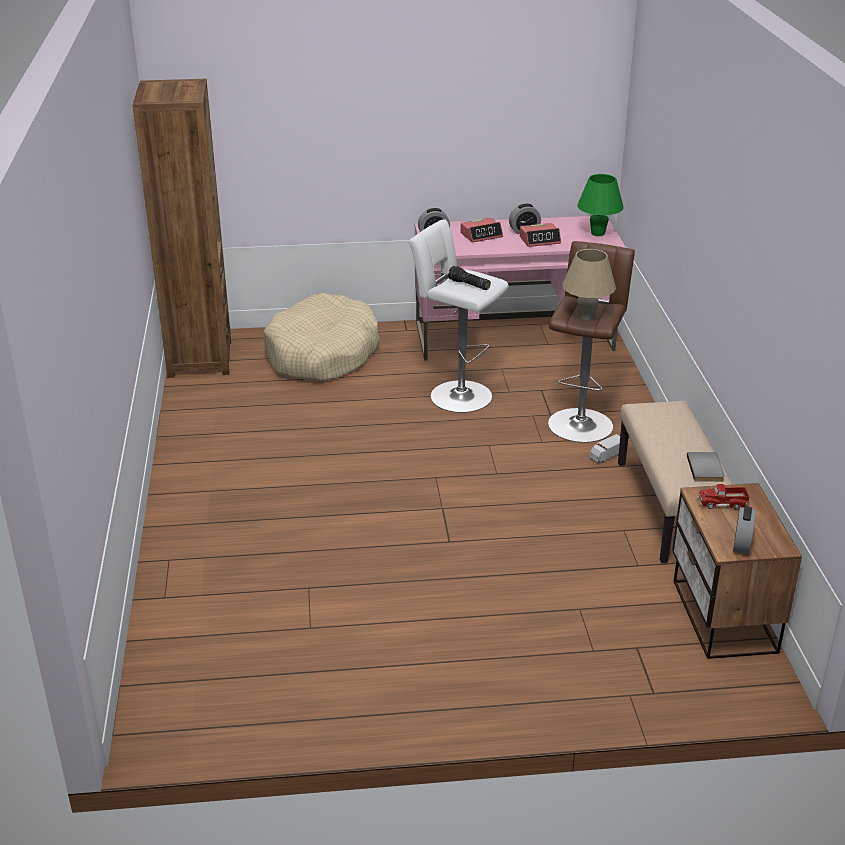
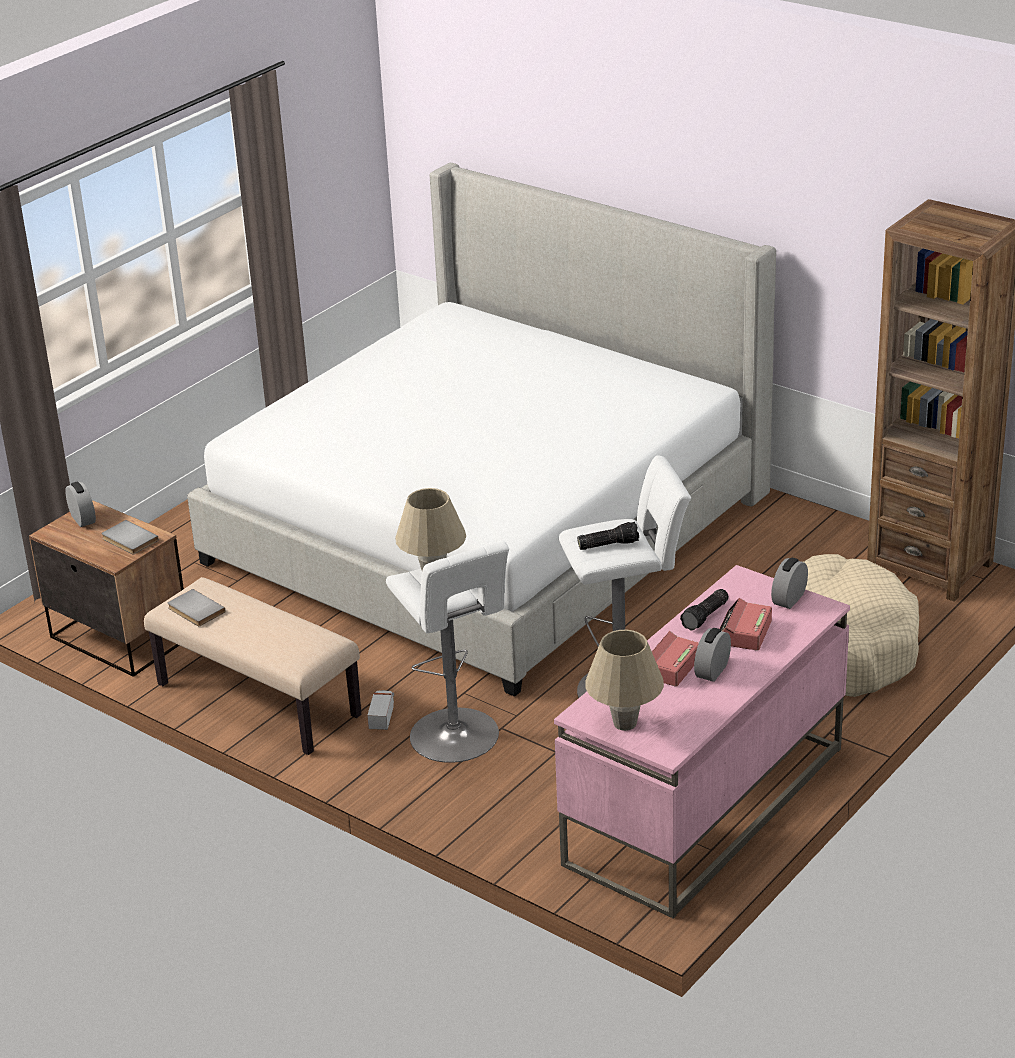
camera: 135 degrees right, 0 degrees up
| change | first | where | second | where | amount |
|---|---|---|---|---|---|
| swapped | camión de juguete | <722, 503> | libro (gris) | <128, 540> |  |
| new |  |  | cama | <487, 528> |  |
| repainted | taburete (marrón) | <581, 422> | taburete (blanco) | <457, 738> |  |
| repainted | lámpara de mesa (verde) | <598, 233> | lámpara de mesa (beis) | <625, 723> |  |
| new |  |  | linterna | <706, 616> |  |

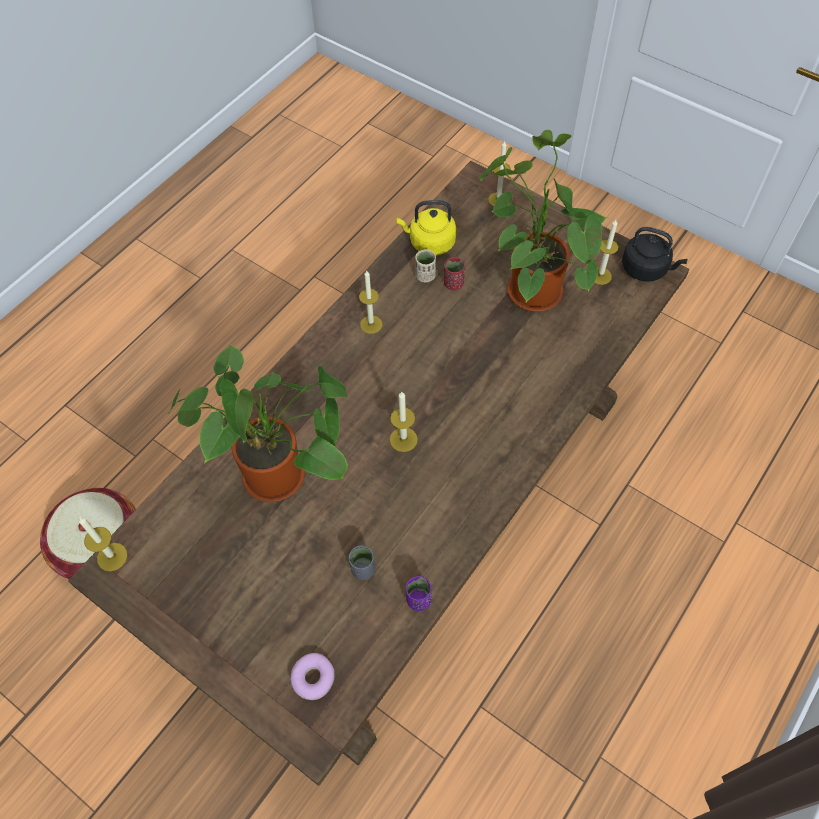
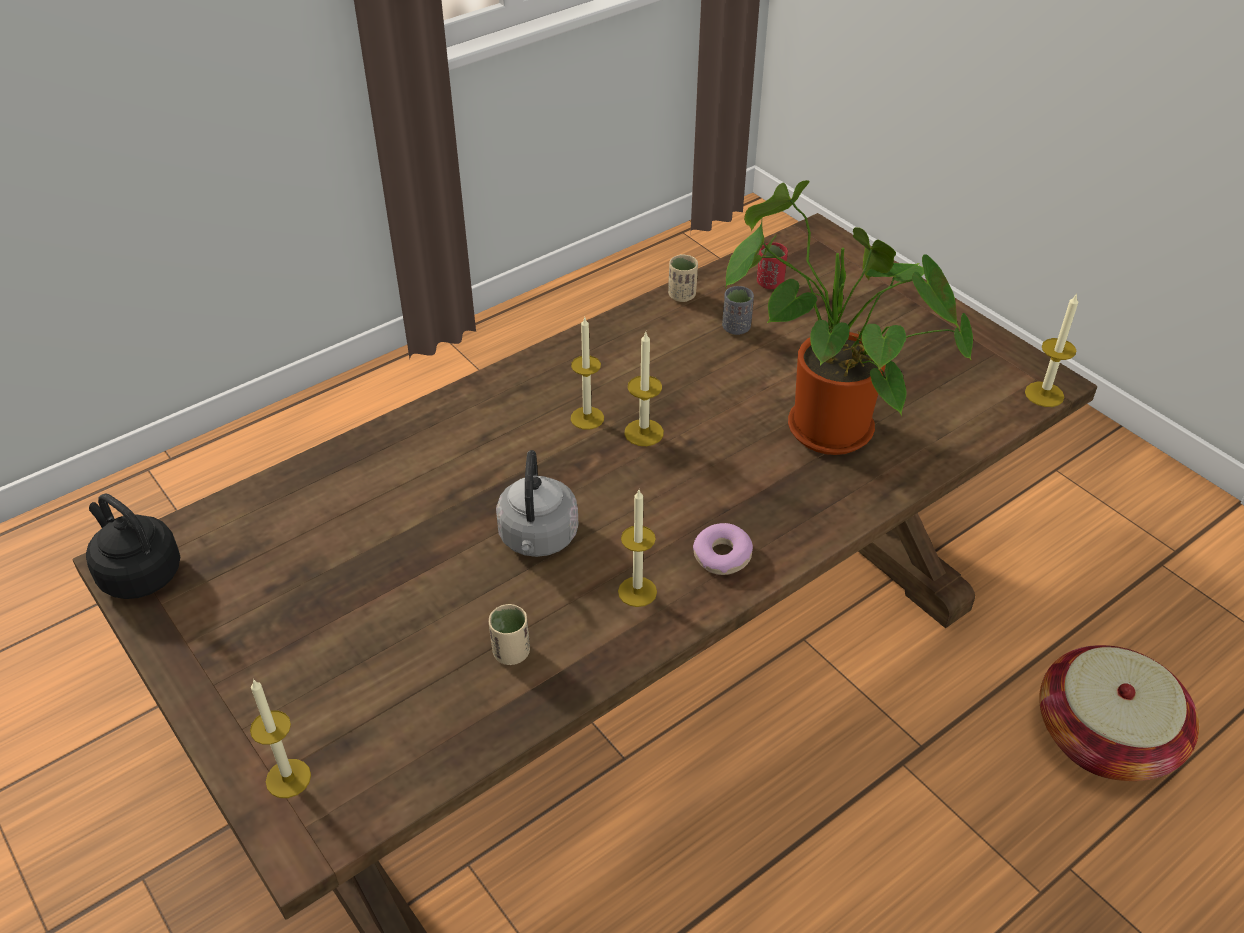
camera: 165 degrees left, 15 degrees down
| change | first | where | second | where | amount |
|---|---|---|---|---|---|
| new |  |  | hervidor (gris) | <538, 539> |  |
| shifted | vela | <600, 276> |  | <587, 418> |  |
| repainted | taza (morado) | <418, 600> | taza (beis) | <682, 295> |  |
| shifted | rosquilla | <313, 678> |  | <722, 556> |  |
| shifted | taza (rojo) | <453, 284> |  | <770, 283> |  |
| gone | hervidor (amarillo) | <429, 243> |  |  |  |
| gone | planta en maceta | <529, 289> |  |  |  |

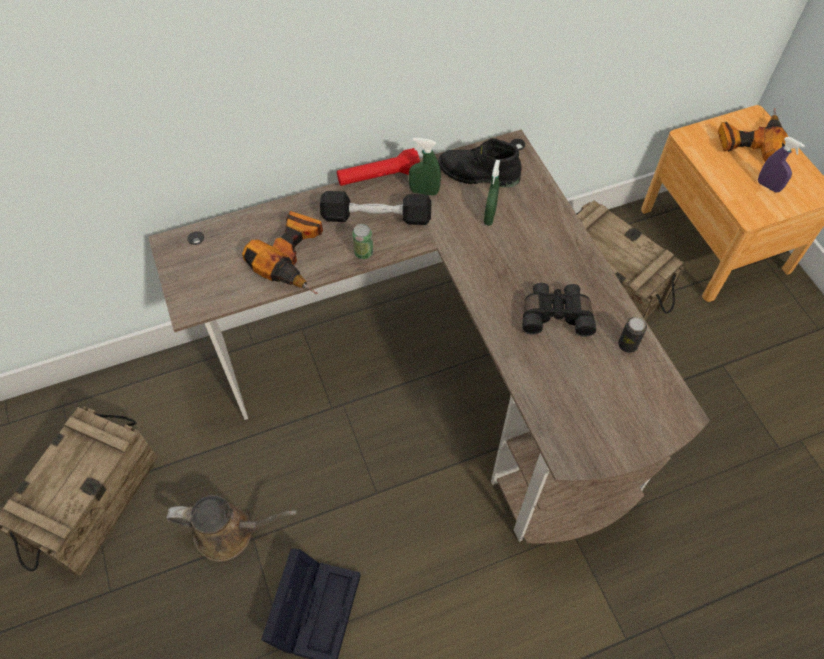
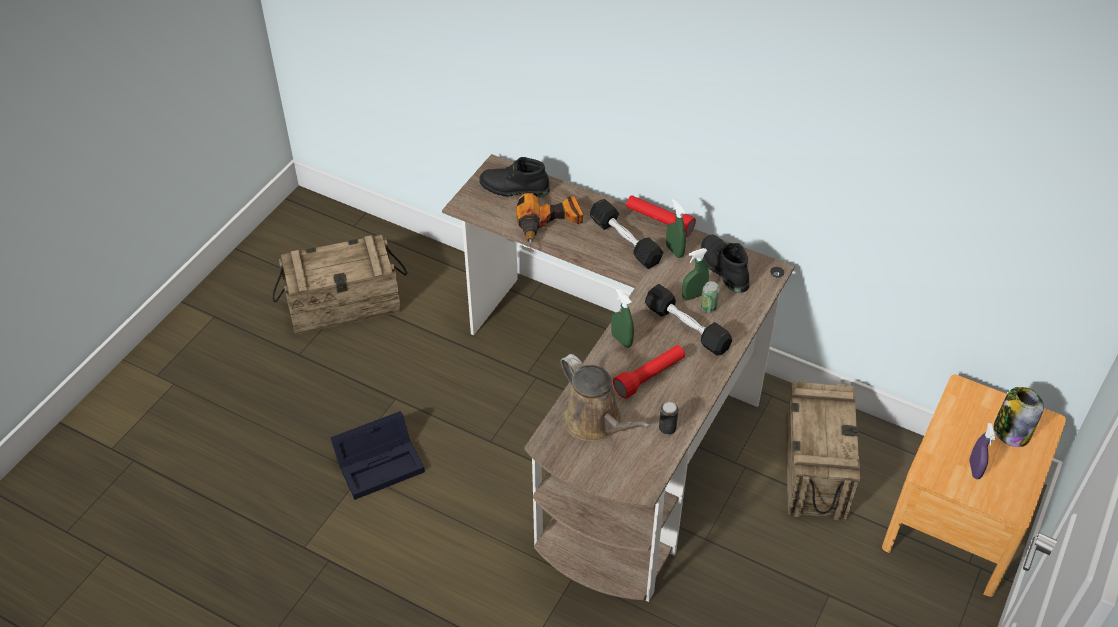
camera: 50 degrees right, 10 degrees down
| change | first | where | second | where | amount |
|---|---|---|---|---|---|
| new |  |  | bota (negro) | <514, 189> |  |
| shifted | regadera (marrón) | <230, 532> |  | <596, 422> |  |
| new |  |  | pulverizador (verde) | <621, 340> |  |
| swapped | prismáticos (negro) | <556, 314> | linterna (rojo) | <650, 377> |  |
| new |  |  | mancuerna (negro) | <686, 328> |  |
| shifted | lata | <363, 253> |  | <708, 307> |  |
| swapped | taladro | <749, 141> | tarro | <1011, 431> |  |

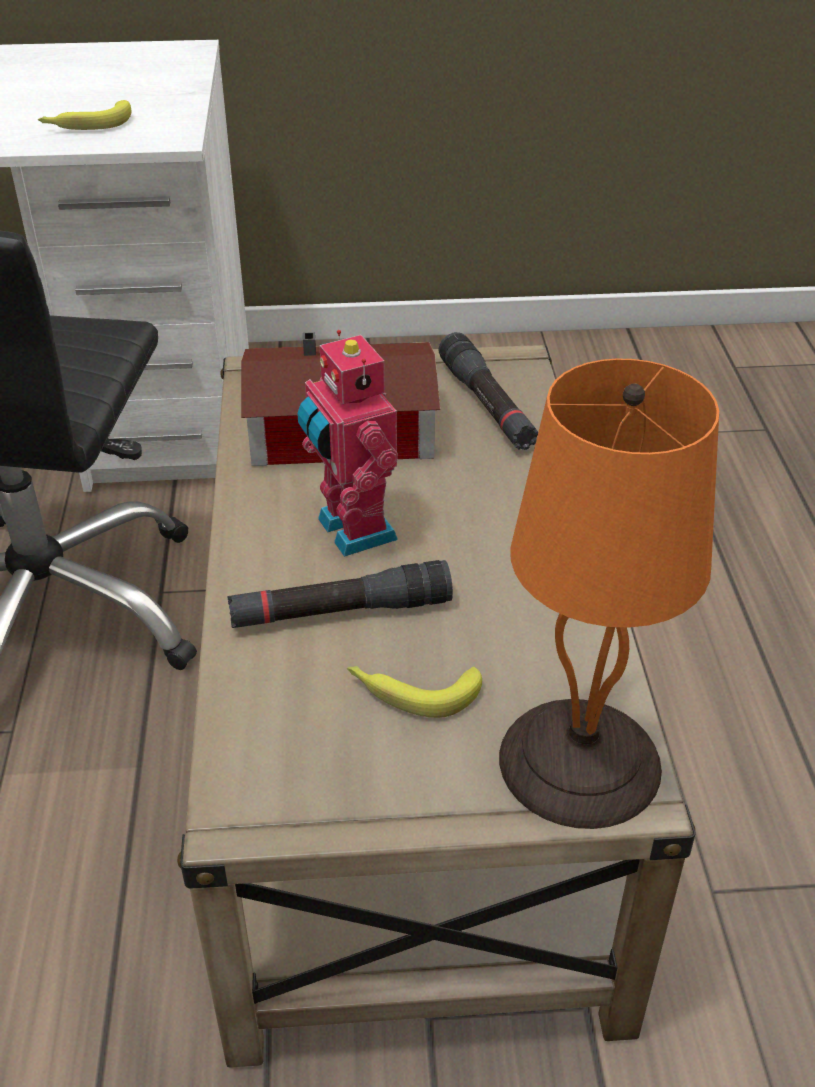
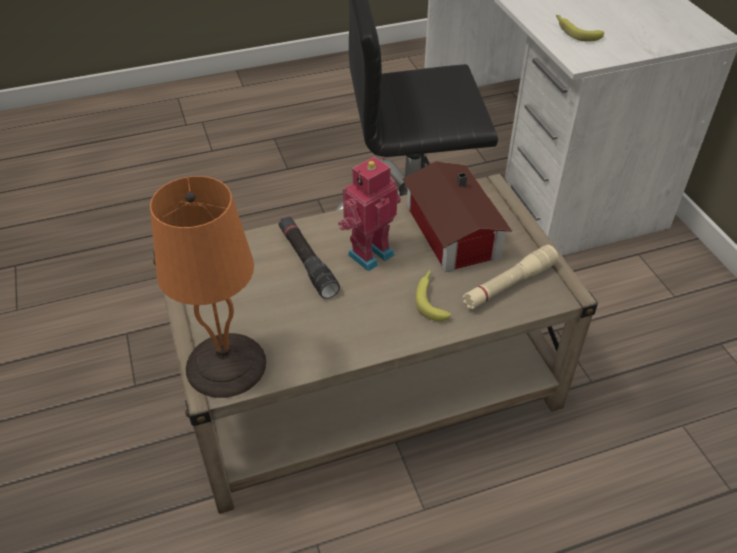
camera: 75 degrees right, 5 degrees up
| change | first | where | second | where | amount |
|---|---|---|---|---|---|
| shifted | plátano | <412, 691> |  | <431, 298> |  |
| repainted | linterna (negro) | <487, 405> | linterna (beis) | <509, 285> |  |

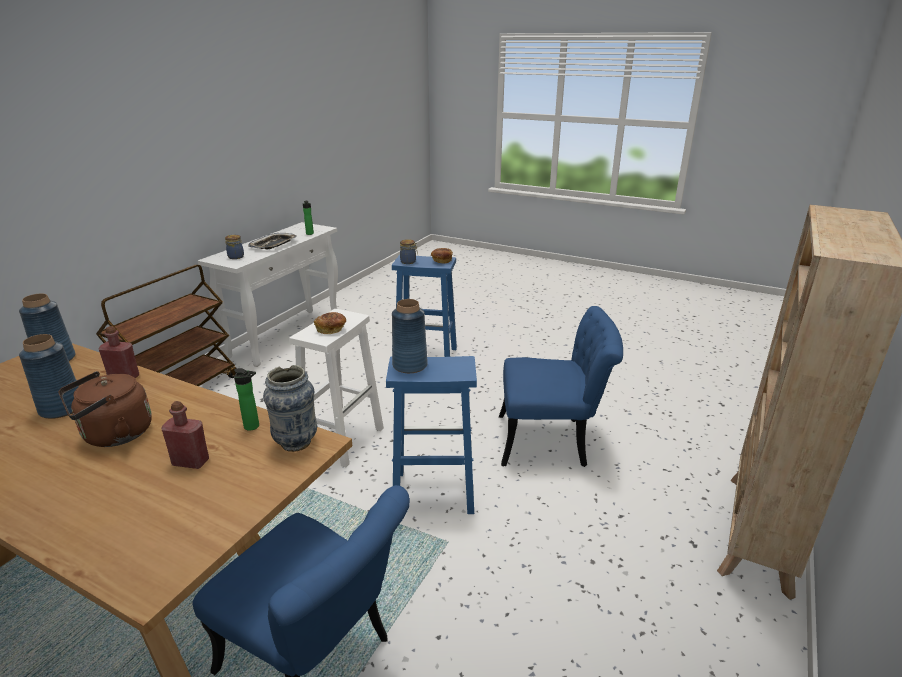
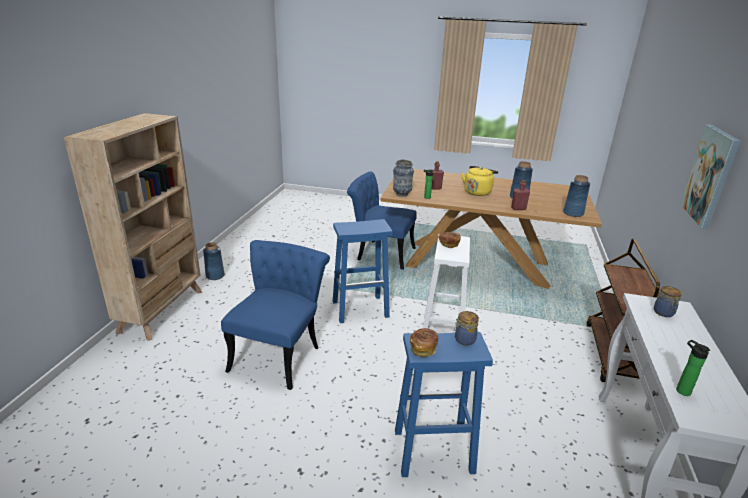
camera: 165 degrees right, 0 degrees up
| change | first | where | second | where | amount |
|---|---|---|---|---|---|
| shifted | florero (azul) | <409, 365> |  | <215, 276> |  |
| rotated | silla (azul) | <552, 441> |  | <280, 353> | 120 degrees clockwise |
| repainted | hervidor (marrón) | <114, 435> | hervidor (amarillo) | <477, 192> |  |
| new |  |  | cuadro | <710, 175> |  |
| gone | bandeja | <273, 245> |  |  |  |

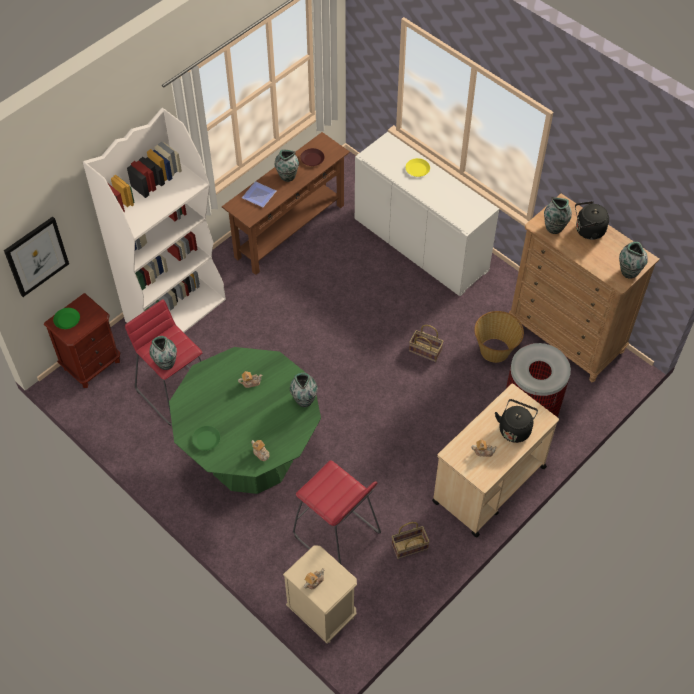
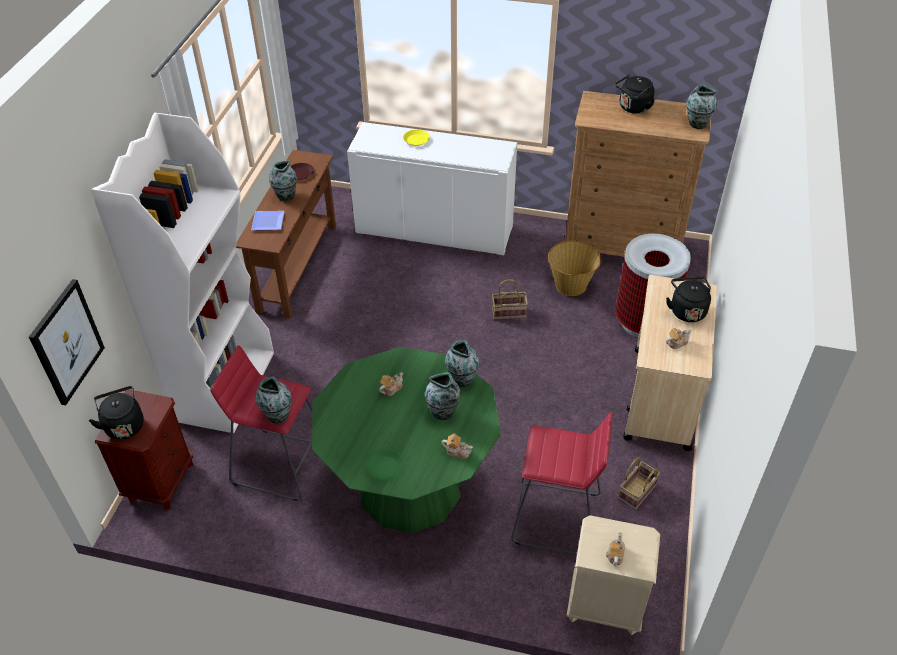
camera: 30 degrees left, 10 degrees down
| change | first | where | second | where | amount |
|---|---|---|---|---|---|
| swapped | plato (verde) | <67, 320> | hervidor (negro) | <124, 424> |  |
| shifted | florero | <554, 228> |  | <443, 412> |  |

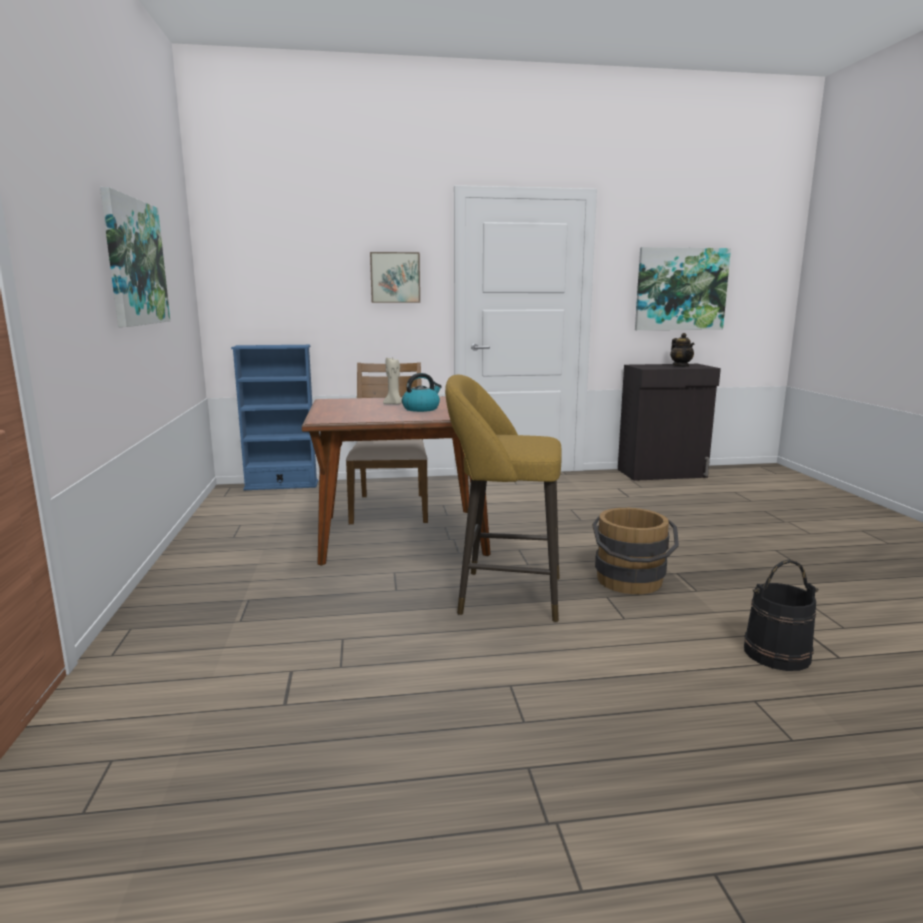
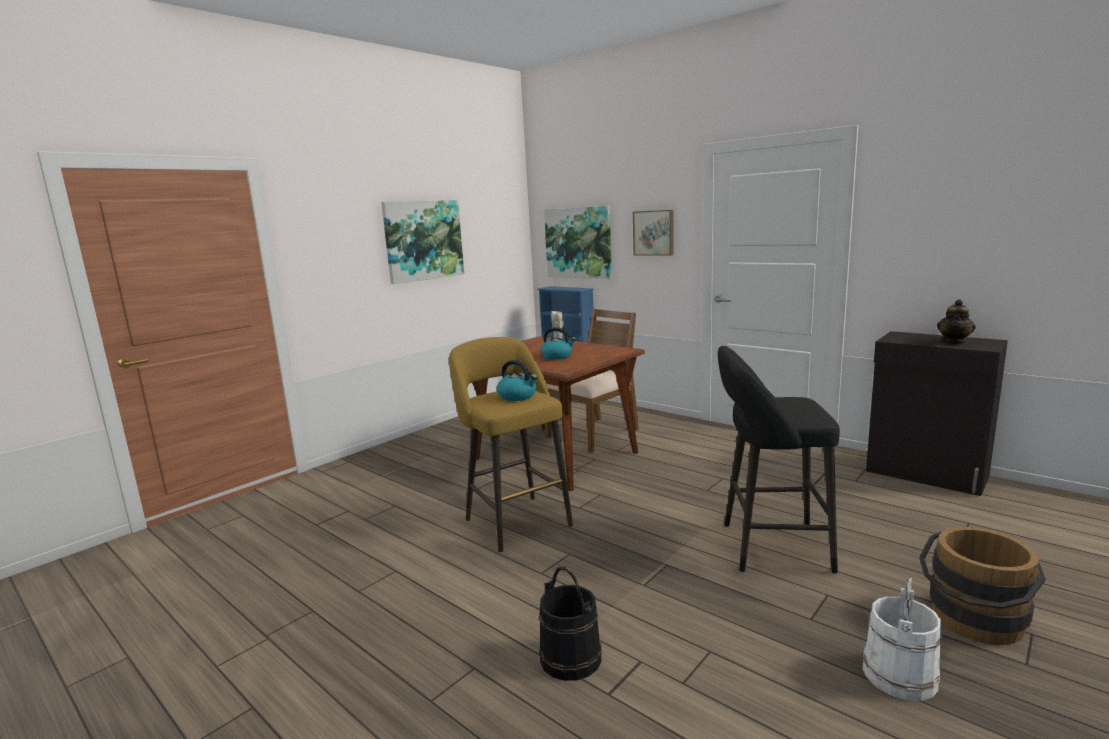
camera: 50 degrees right, 0 degrees up
| change | first | where | second | where | amount |
|---|---|---|---|---|---|
| new |  |  | hervidor | <518, 396> |  |
| shifted | cuadro | <681, 289> |  | <578, 243> |  |
| new |  |  | taburete (negro) | <768, 546> |  |
| new |  |  | cubo (blanco) | <900, 675> |  |
| shifted | cubo (marrón) | <630, 583> |  | <973, 622> |  |

